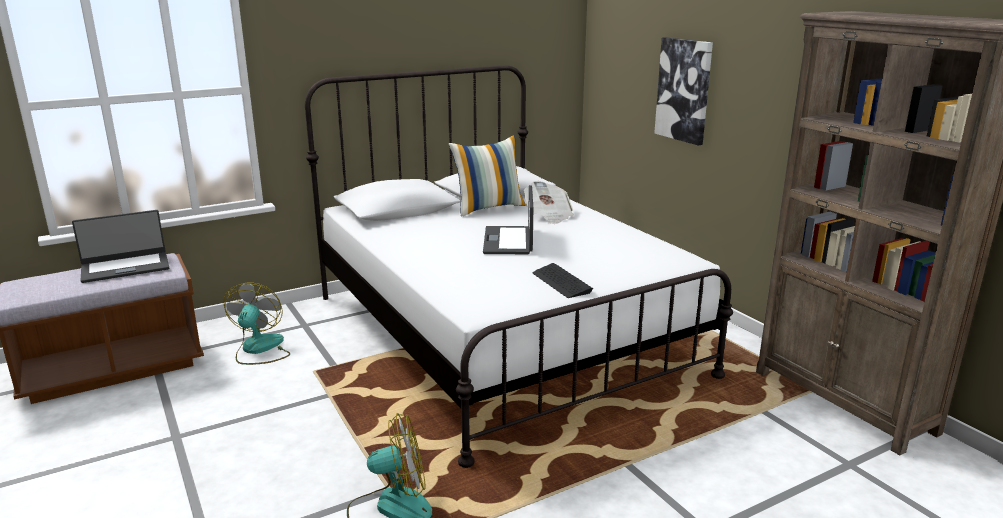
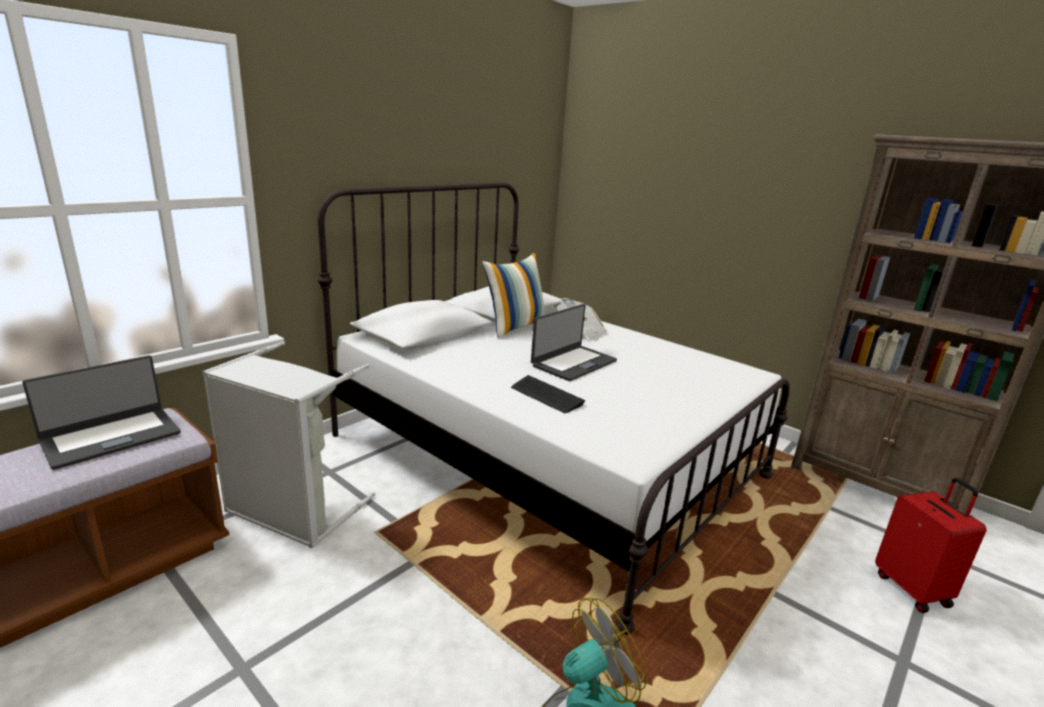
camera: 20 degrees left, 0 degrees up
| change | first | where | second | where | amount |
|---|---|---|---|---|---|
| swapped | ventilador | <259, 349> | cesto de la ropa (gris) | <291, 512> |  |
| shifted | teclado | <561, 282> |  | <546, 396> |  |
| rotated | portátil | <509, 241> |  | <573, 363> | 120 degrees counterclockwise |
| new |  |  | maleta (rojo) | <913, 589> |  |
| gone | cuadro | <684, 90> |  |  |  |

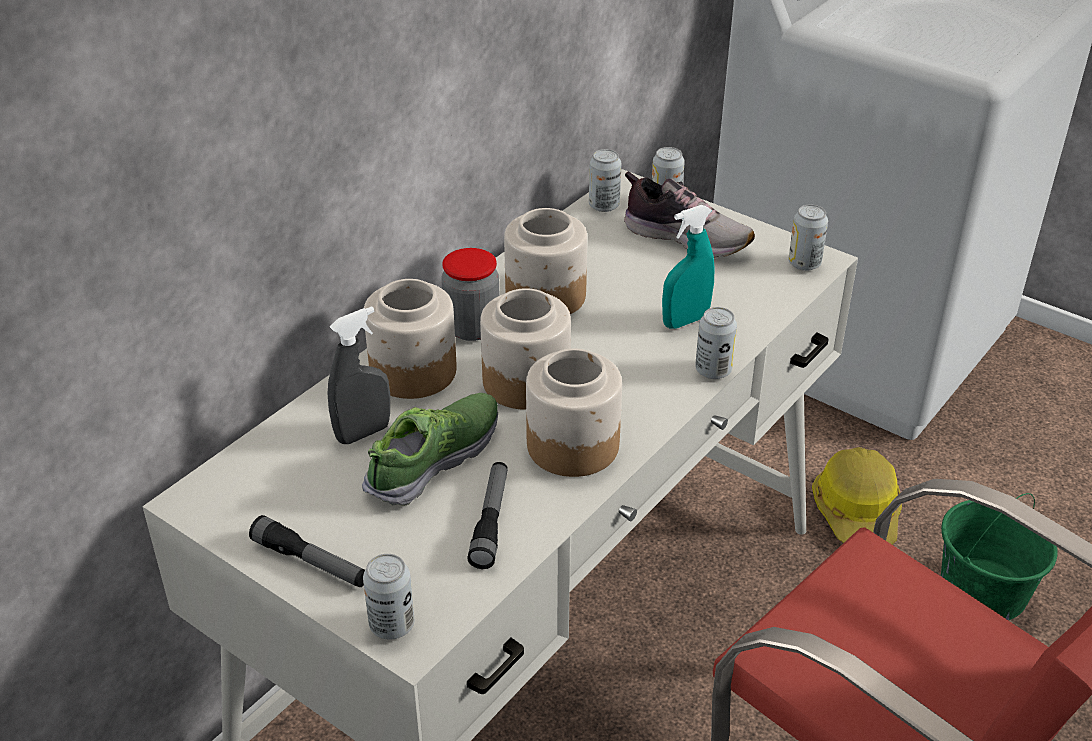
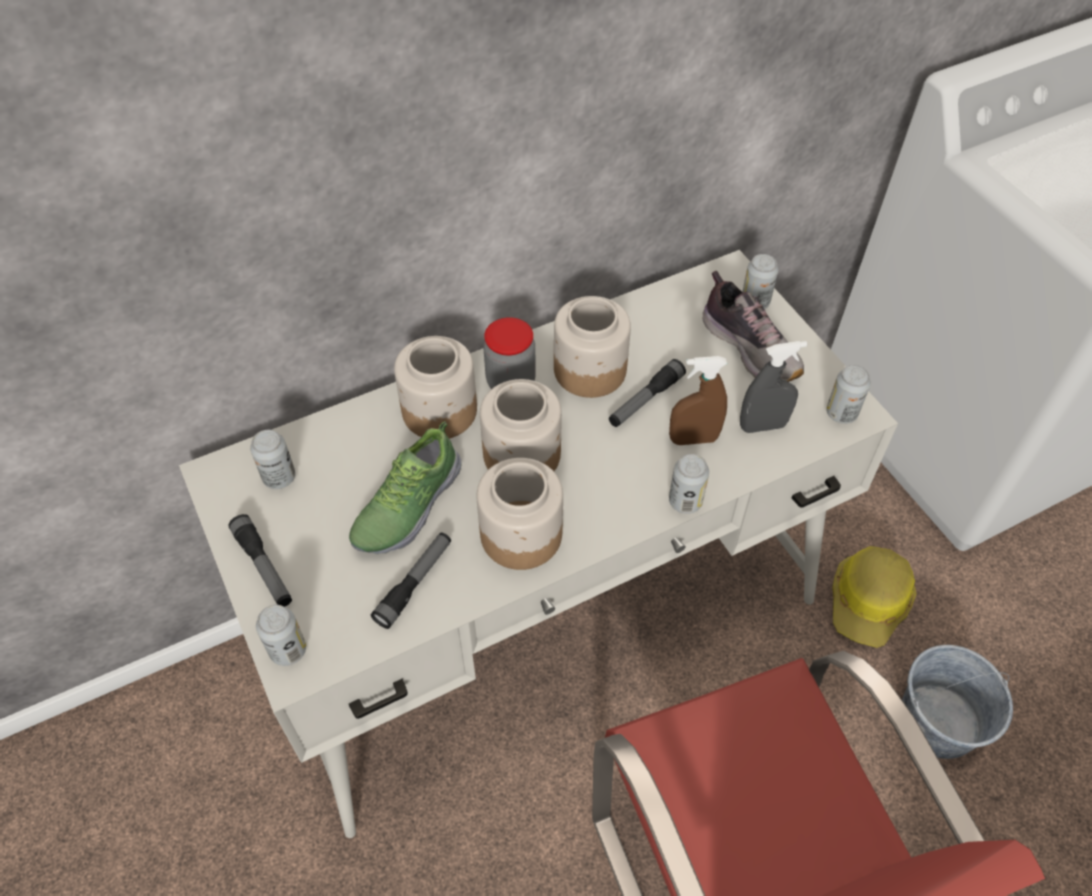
camera: 25 degrees right, 15 degrees up
| change | first | where | second | where | amount |
|---|---|---|---|---|---|
| shifted | lata | <604, 205> |  | <279, 477> |  |
| rotated | zapato | <435, 460> |  | <406, 505> | 150 degrees clockwise |
| new |  |  | linterna | <645, 400> |  |
| repainted | pulverizador (turquesa) | <685, 321> | pulverizador (marrón) | <693, 439> |  |
| shifted | pulverizador (gris) | <363, 433> |  | <763, 426> |  |
| repainted | cubo (verde) | <983, 590> | cubo (gris) | <938, 721> |  |

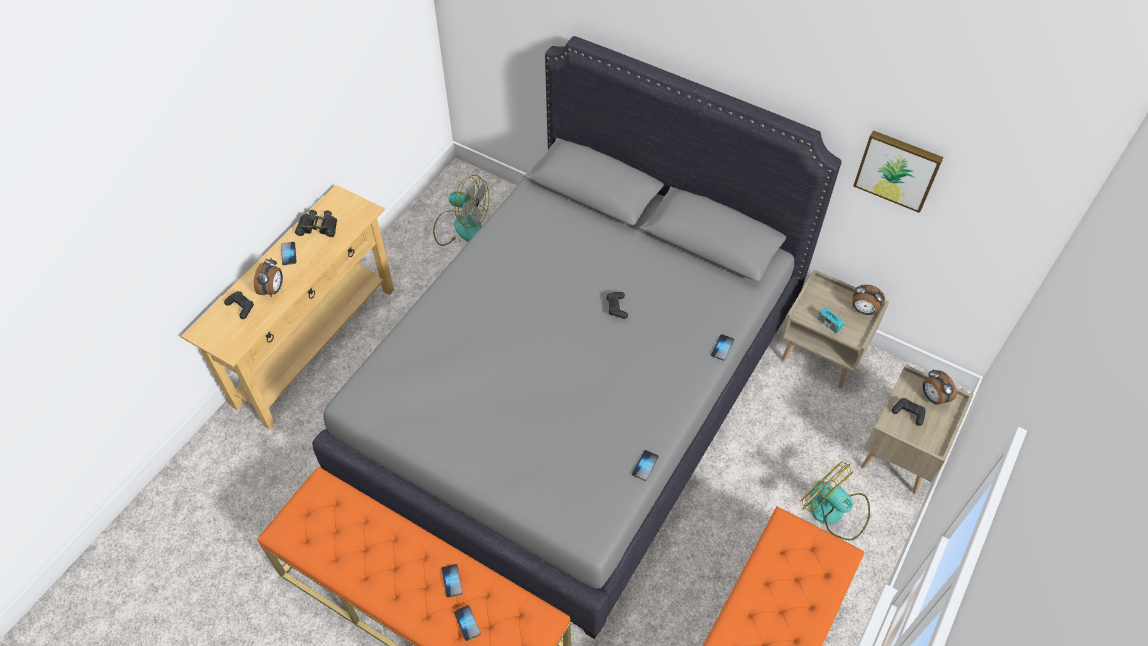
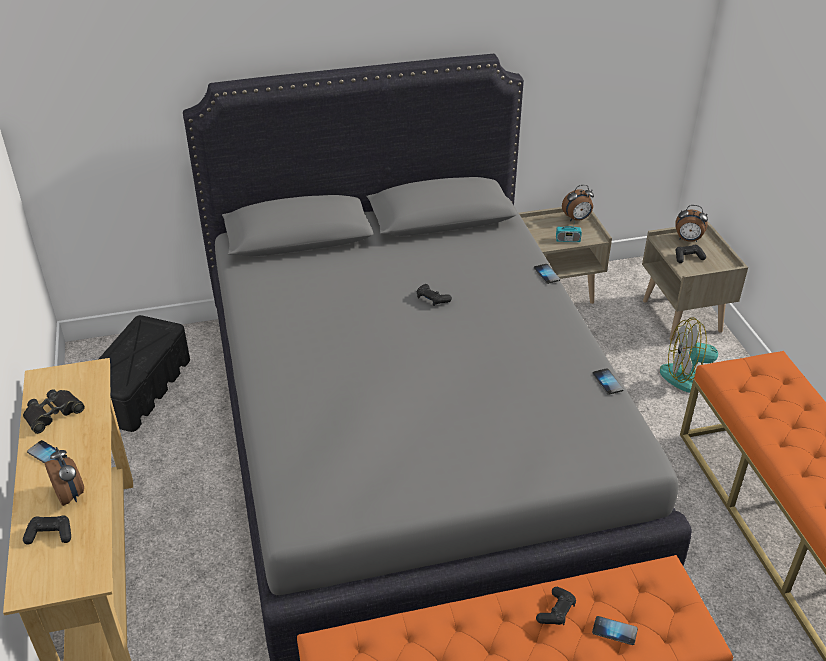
camera: 45 degrees left, 15 degrees down
| change | first | where | second | where | amount |
|---|---|---|---|---|---|
| swapped | ventilador | <461, 226> | caja de almacenaje (negro) | <140, 389> |  |
| swapped | móvil | <452, 581> | mando de consola (negro) | <556, 611> |  |
| gone | cuadro | <898, 169> |  |  |  |

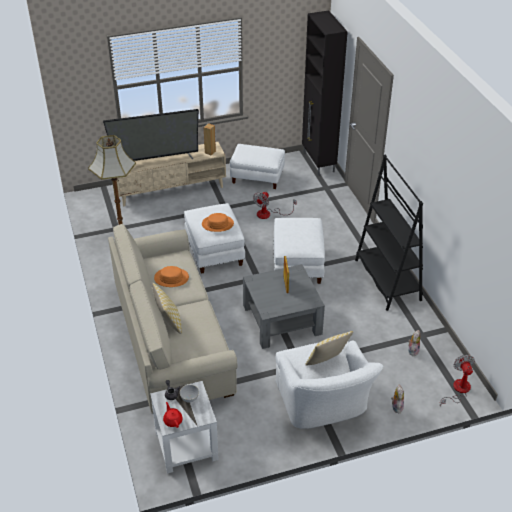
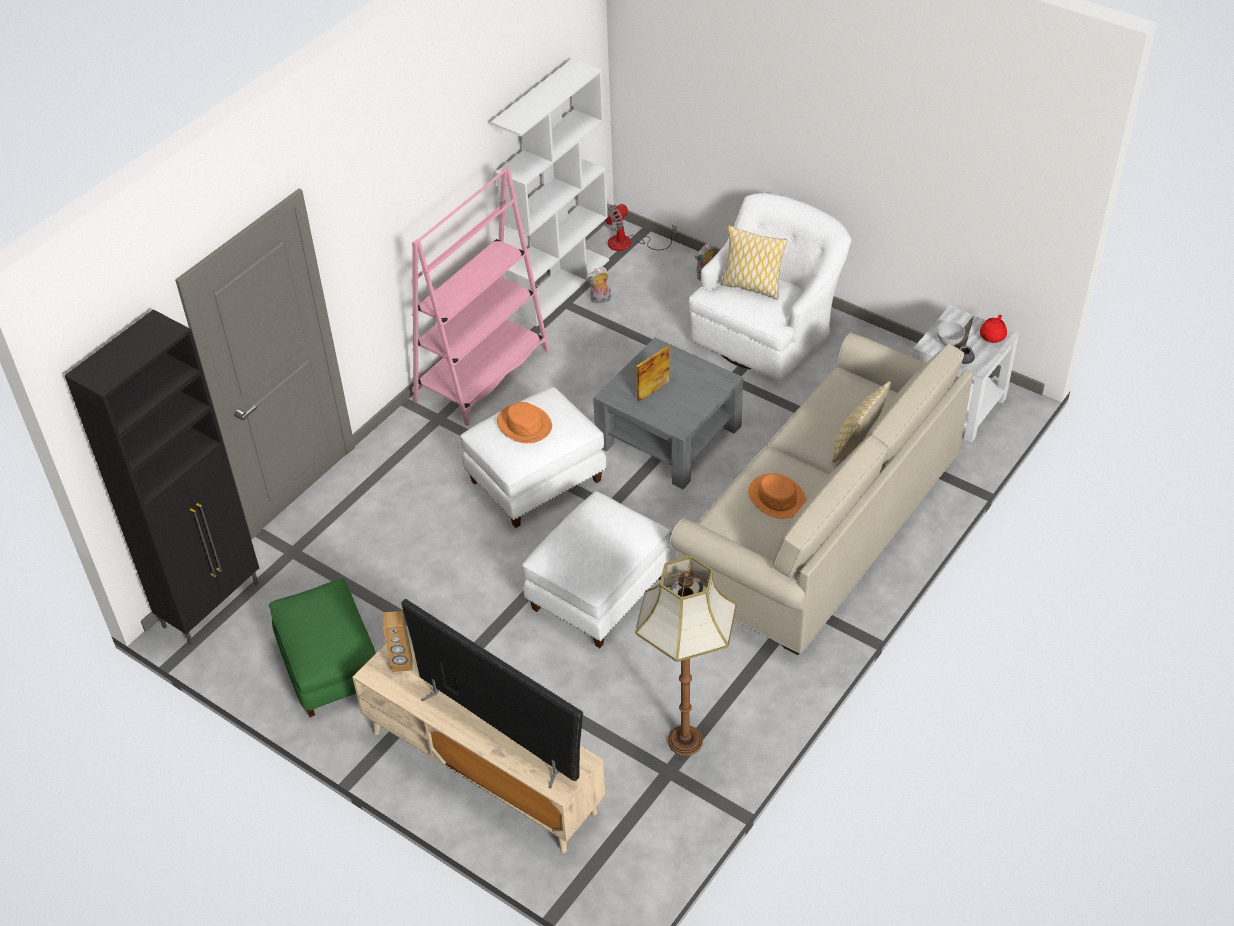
camera: 125 degrees left, 5 degrees up
| change | first | where | second | where | amount |
|---|---|---|---|---|---|
| repainted | puf (blanco) | <257, 176> | puf (verde) | <330, 666> |  |
| repainted | estantería (negro) | <387, 280> | estantería (rosa) | <482, 376> |  |
| new |  |  | estantería (blanco) | <560, 286> |  |
| shifted | sombrero (naranja) | <217, 224> |  | <524, 424> |  |
| gone | ventilador | <268, 214> |  |  |  |

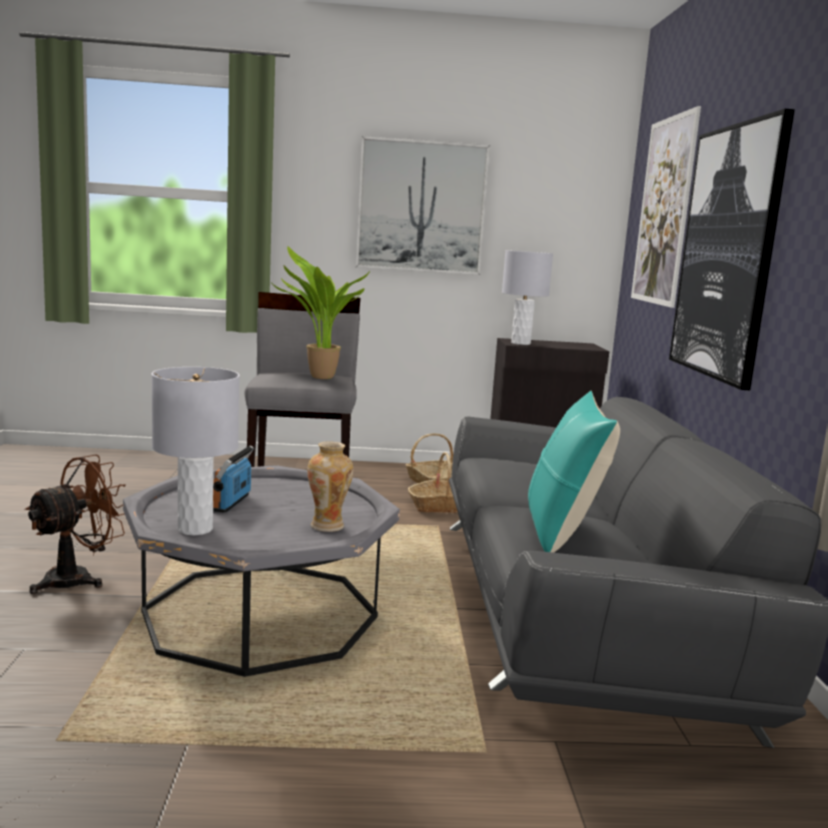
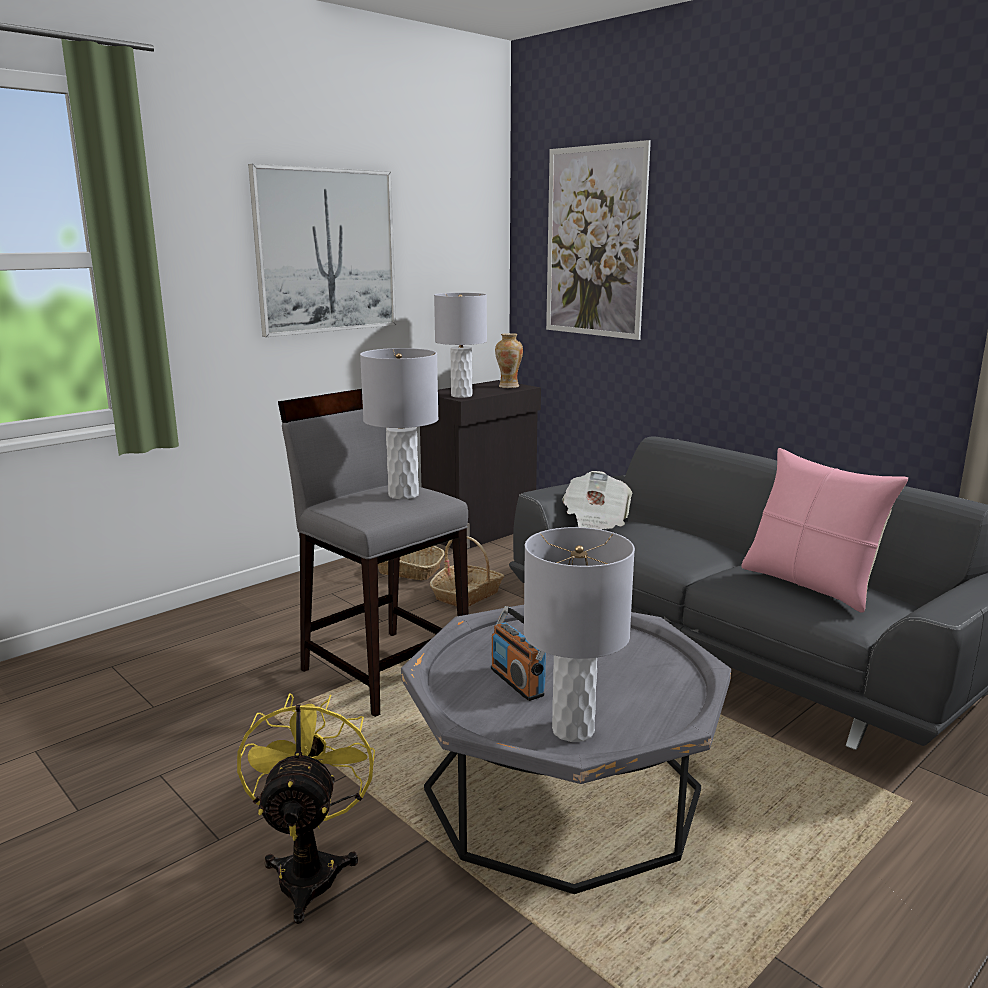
camera: 40 degrees left, 5 degrees up
| change | first | where | second | where | amount |
|---|---|---|---|---|---|
| repainted | ventilador (marrón) | <78, 578> | ventilador (amarillo) | <310, 868> |  |
| swapped | planta en maceta | <318, 378> | lámpara de mesa (gris) | <404, 495> |  |
| shifted | florero | <328, 526> |  | <508, 386> |  |
| new |  |  | periódico | <596, 520> |  |
| repainted | cojín (turquesa) | <562, 530> | cojín (rosa) | <810, 584> |  |
| gone | cuadro | <727, 252> |  |  |  |

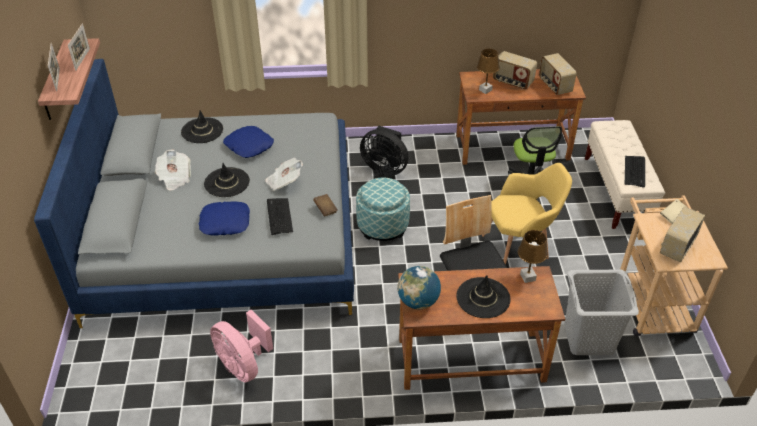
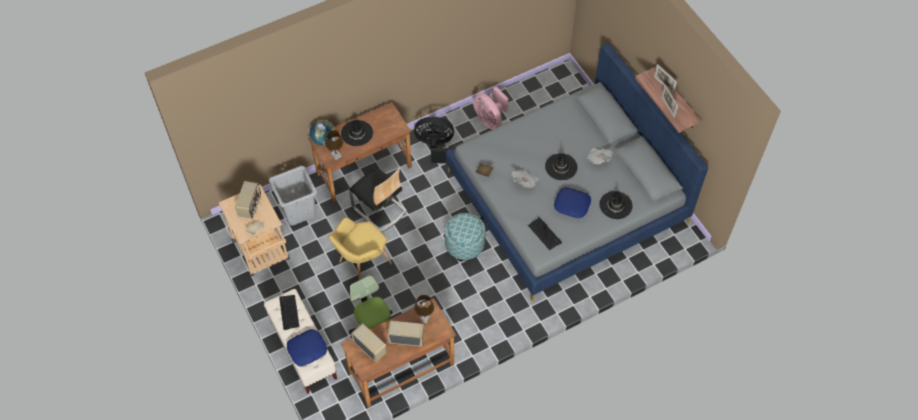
camera: 155 degrees right, 15 degrees up
| change | first | where | second | where | amount |
|---|---|---|---|---|---|
| shifted | cojín (azul) | <225, 222> |  | <307, 350> |  |
| shifted | globo terráqueo | <418, 301> |  | <323, 140> |  |
| shifted | ventilador (negro) | <385, 168> |  | <435, 146> |  |
| rotated | ventilador (rosa) | <243, 365> |  | <489, 119> | 150 degrees counterclockwise |
| shifted | teclado | <279, 216> |  | <544, 234> |  |

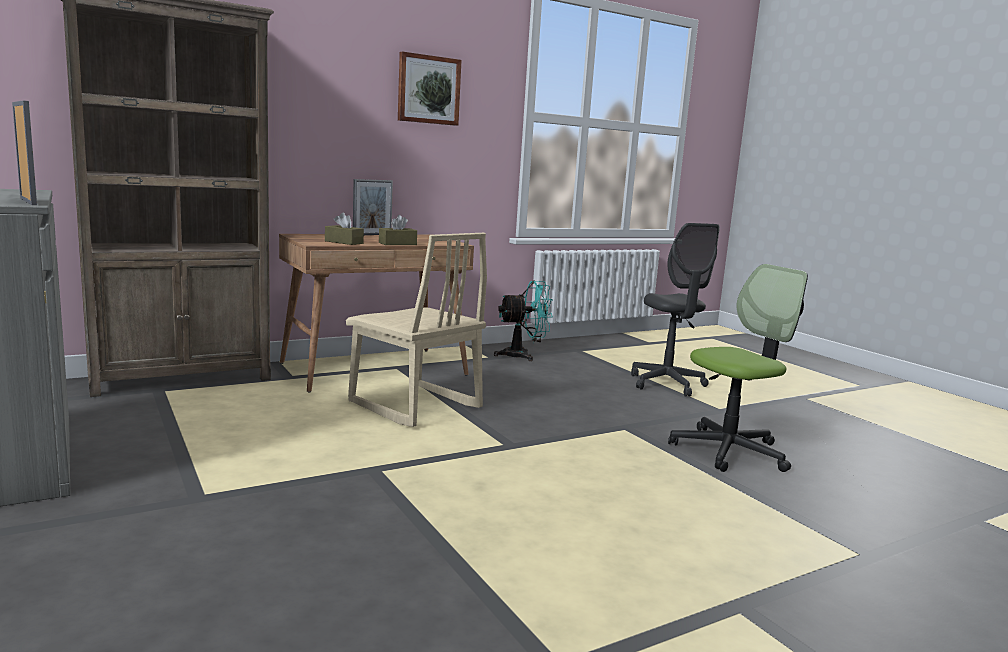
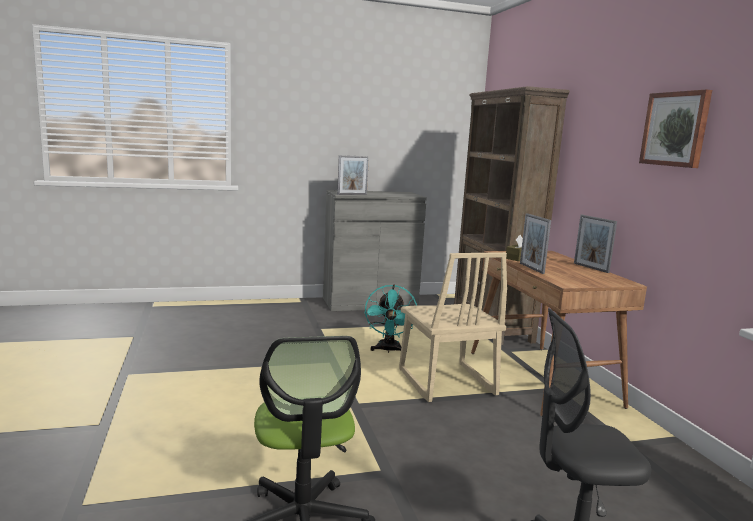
camera: 105 degrees right, 0 degrees up
| change | first | where | second | where | amount |
|---|---|---|---|---|---|
| shifted | ventilador (turquesa) | <523, 355> |  | <388, 350> |  |
| rotated | silla (beis) | <414, 406> |  | <445, 383> | 75 degrees counterclockwise |
| swapped | caja de pañuelos (marrón) | <397, 244> | portarretratos | <531, 268> |  |

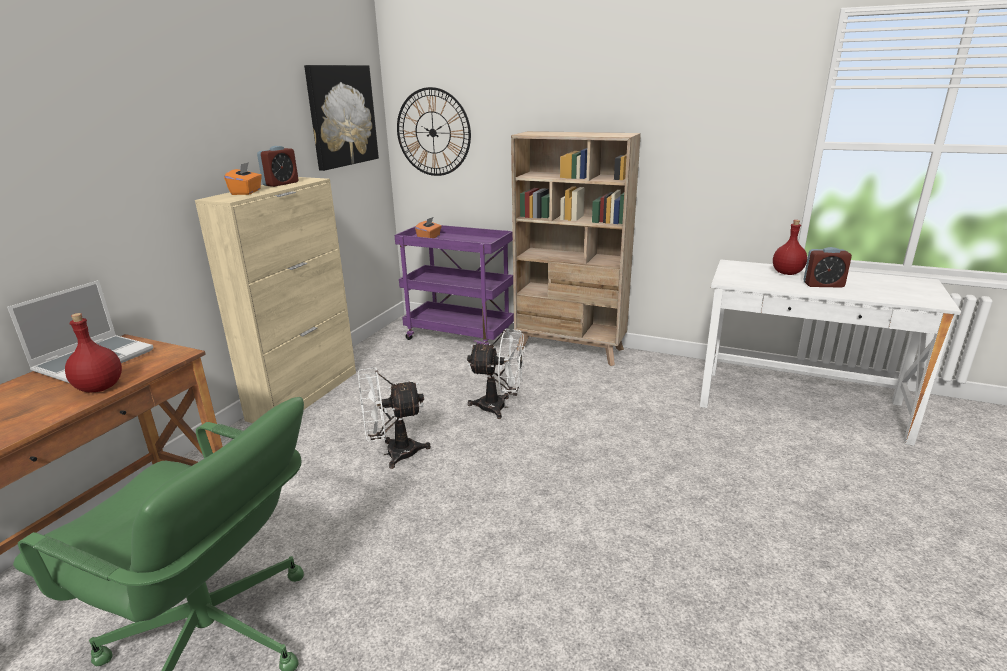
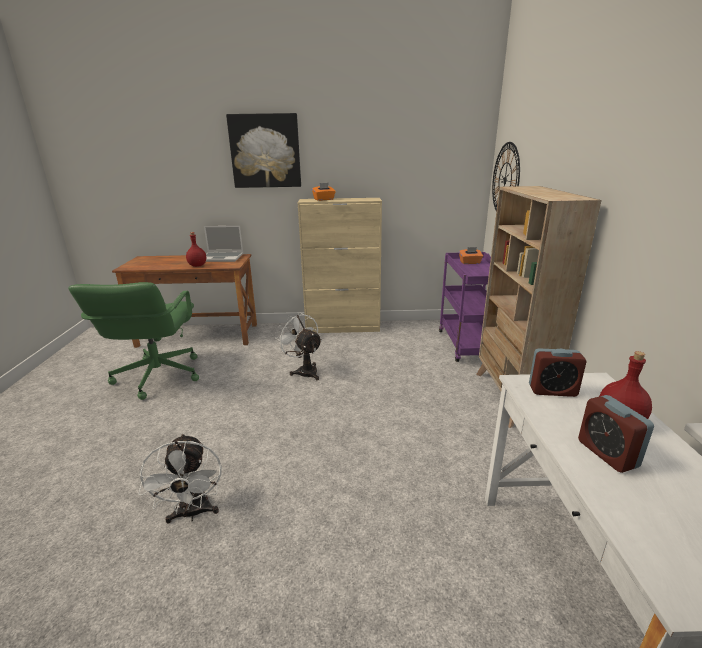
camera: 65 degrees right, 0 degrees up
| change | first | where | second | where | amount |
|---|---|---|---|---|---|
| shifted | ventilador (blanco) | <499, 407> |  | <193, 513> |  |
| shifted | cuadro | <342, 116> |  | <265, 151> |  |
| shifted | despertador | <281, 184> |  | <552, 390> |  |

